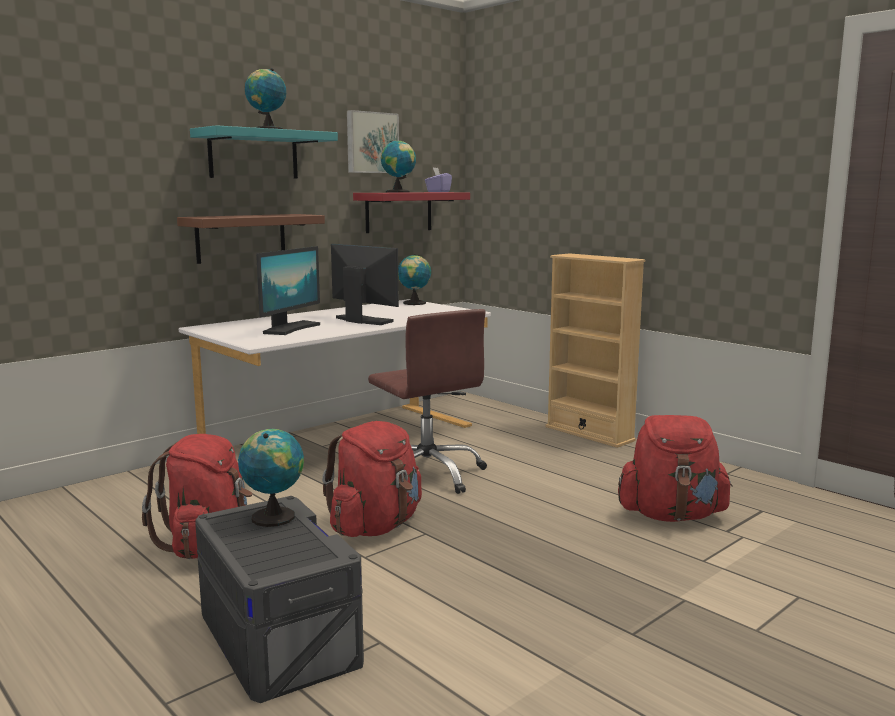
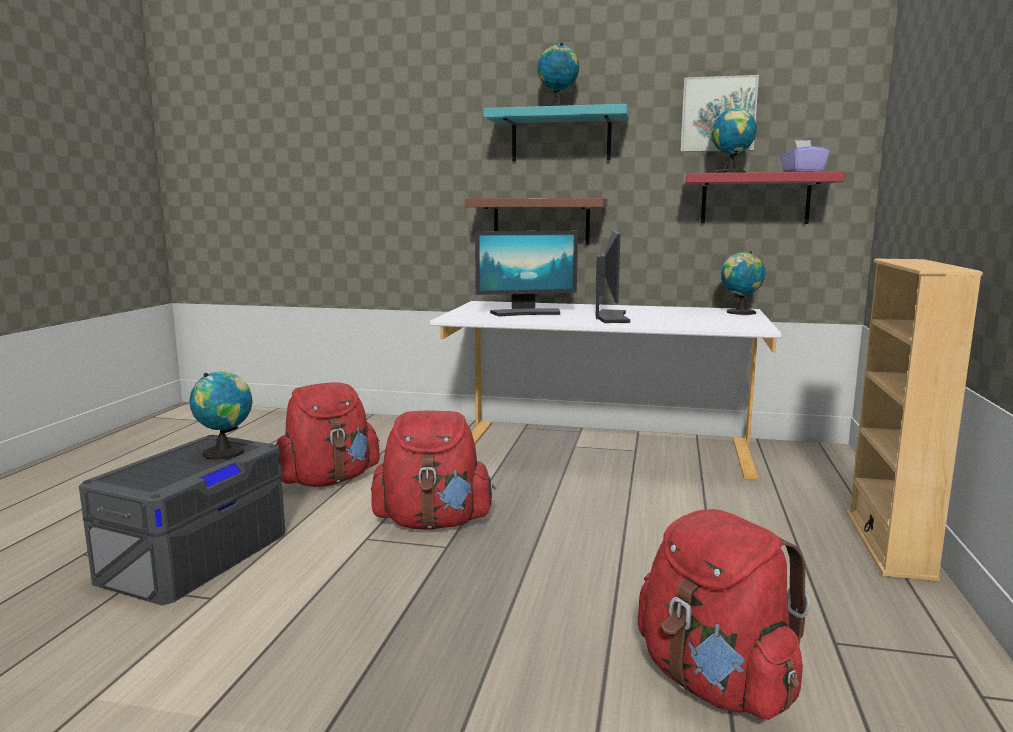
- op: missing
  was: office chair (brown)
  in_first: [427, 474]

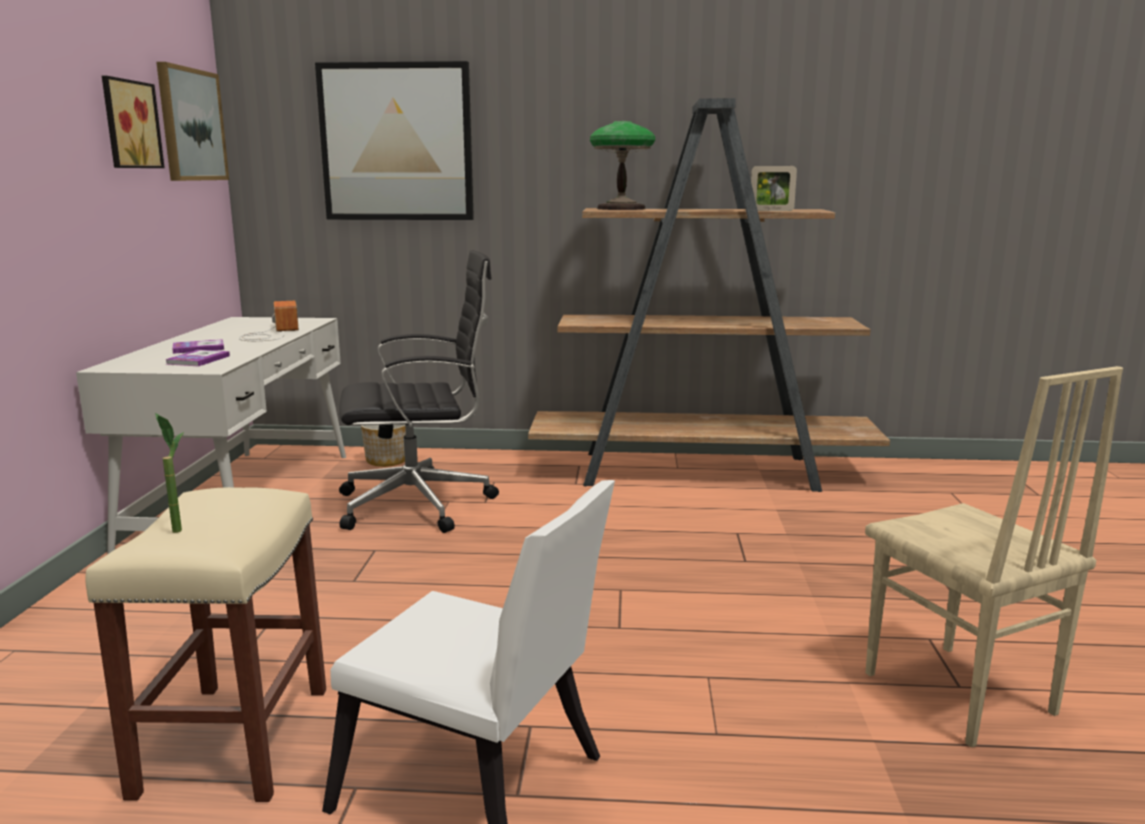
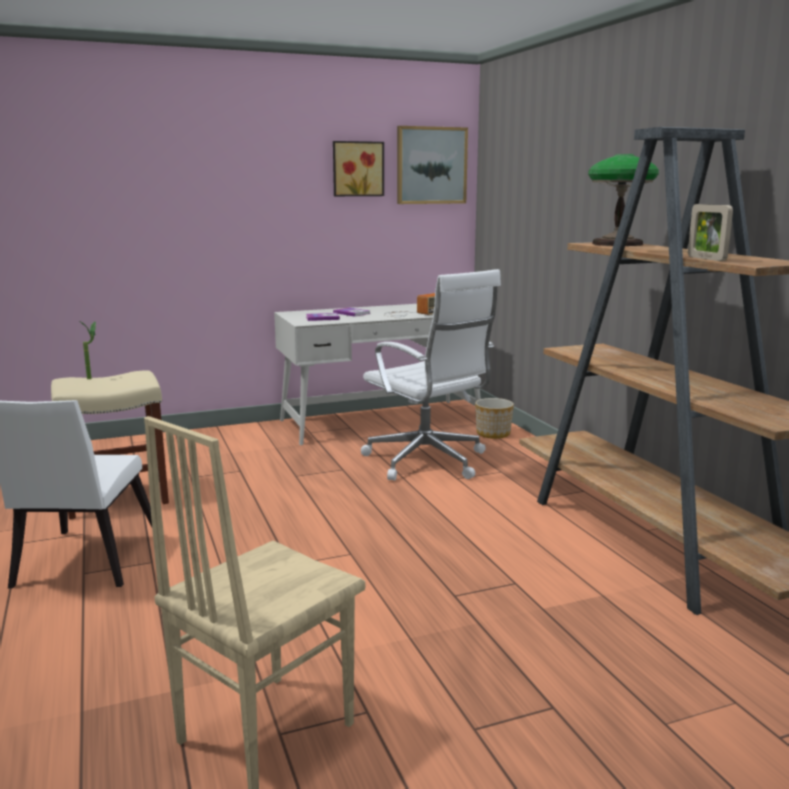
- op: missing
  was: picture
  in_first: [397, 142]
- op: colour
  was: office chair (black)
  now: office chair (white)
  in_first: [420, 504]
  in_second: [428, 462]

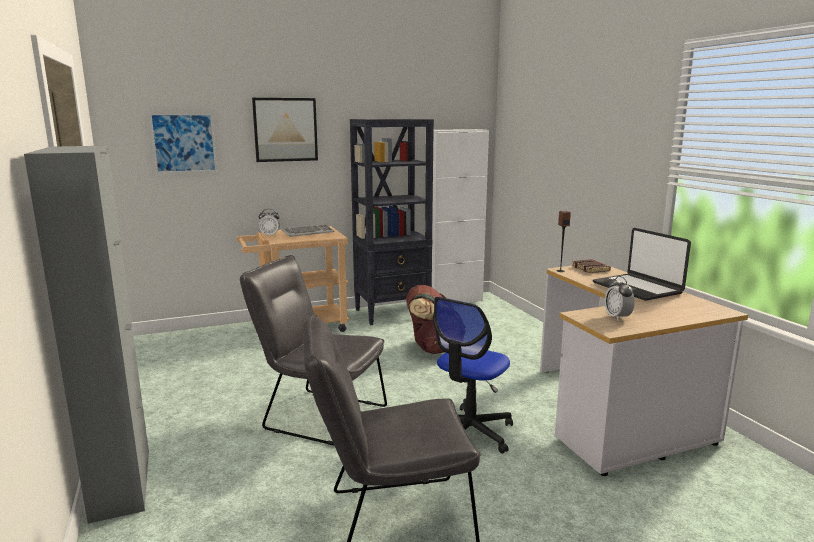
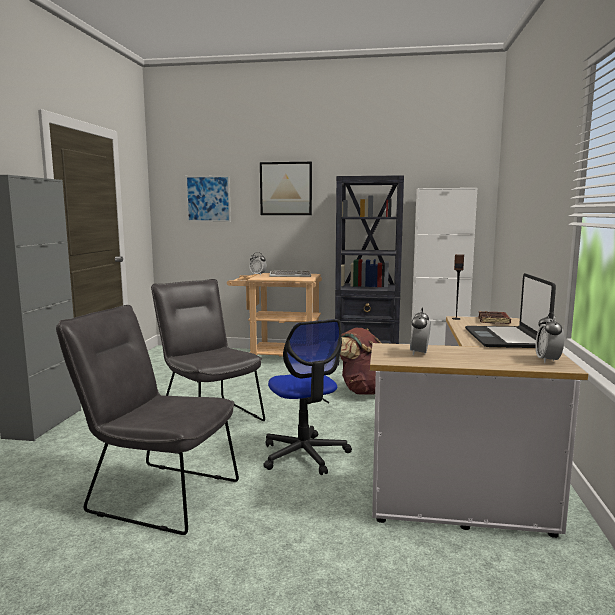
- op: spun
  was: office chair
  in_first: [468, 432]
  in_second: [304, 455]
  clockwise: -90
- op: appeared
  now: alarm clock
  in_second: [547, 360]

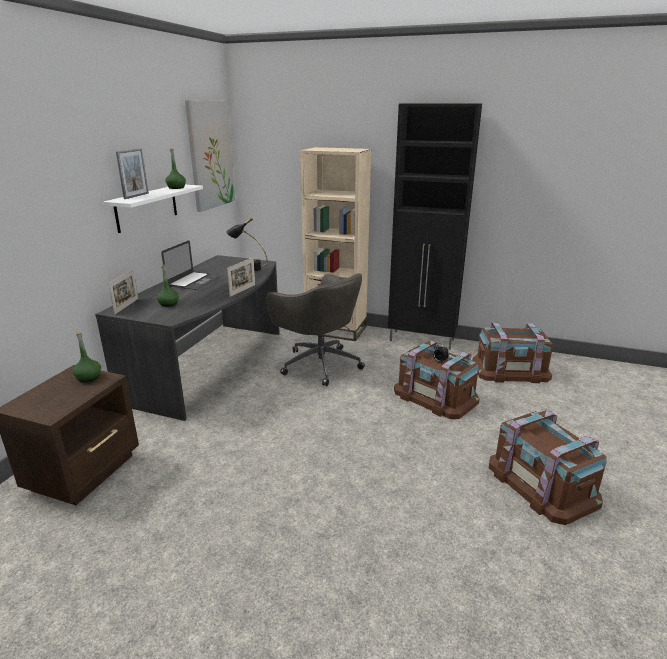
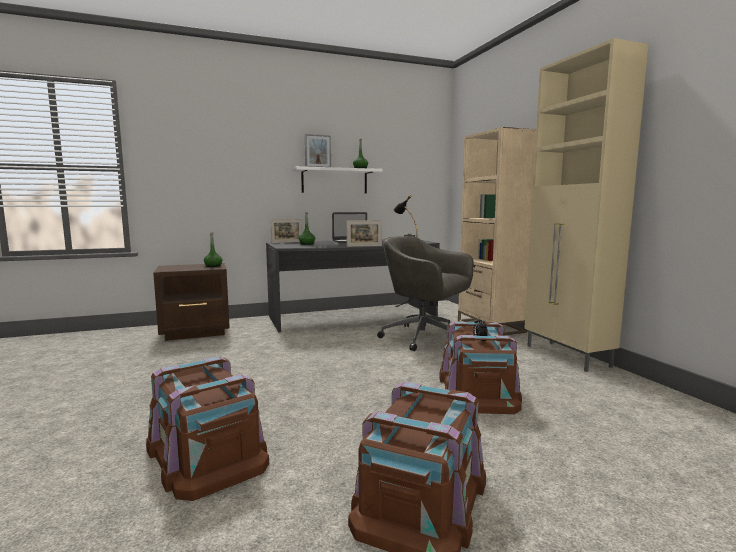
- op: missing
  was: picture
  in_first: [210, 155]
- op: spun
  was: office chair (grey)
  in_first: [319, 364]
  in_second: [425, 338]
  clockwise: 120
- op: colour
  was: cabinet (black)
  now: cabinet (beige)
  in_first: [422, 340]
  in_second: [567, 356]
- op: relocated
  was: storage box (brown)
  in_first: [510, 370]
  in_second: [205, 453]

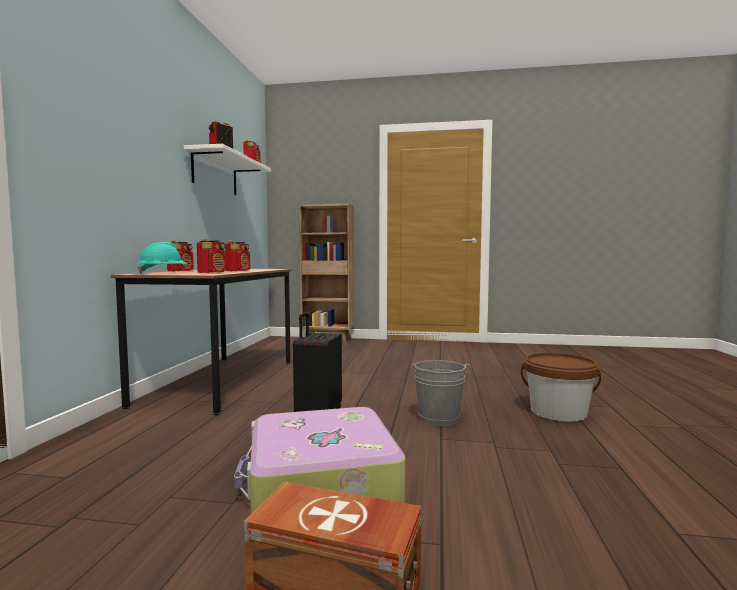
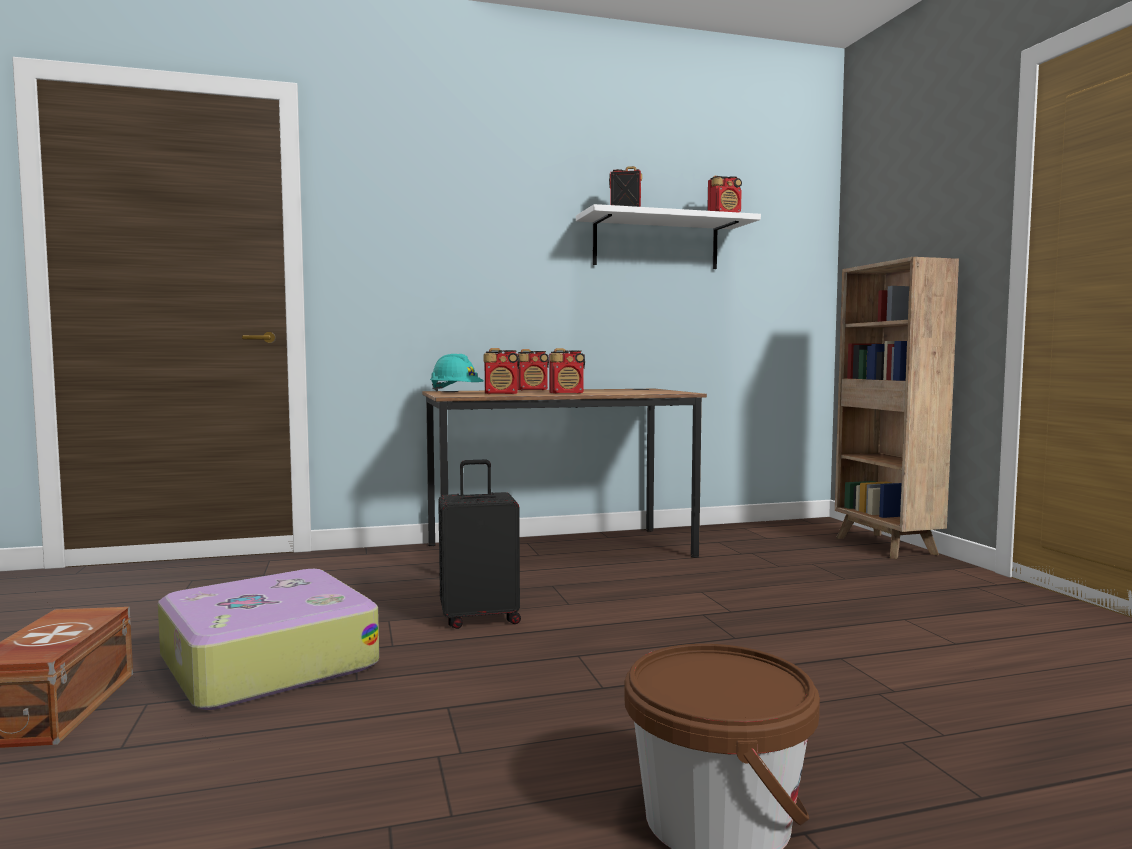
- op: missing
  was: bucket (grey)
  in_first: [438, 418]

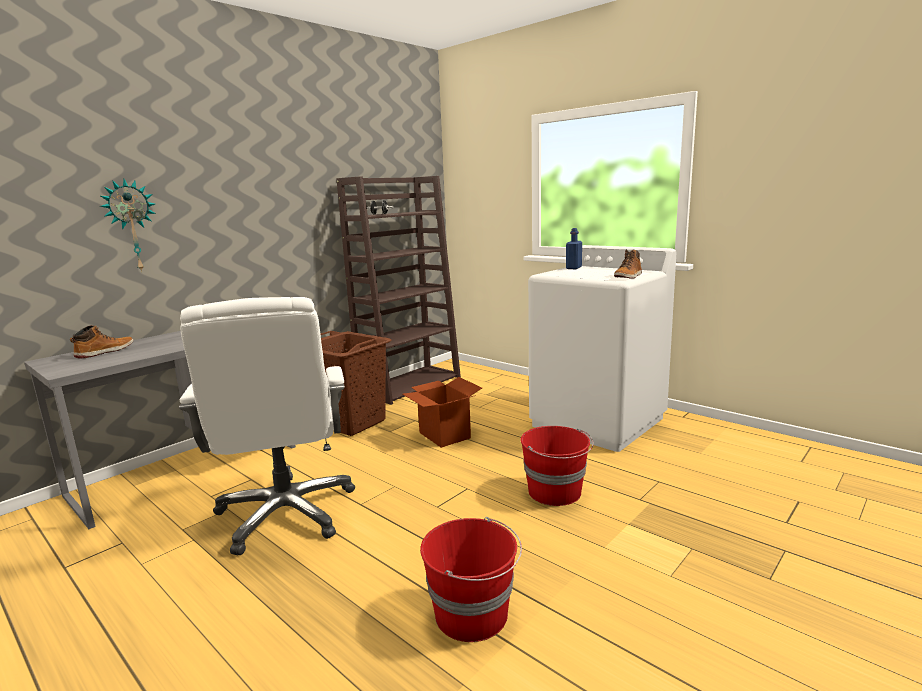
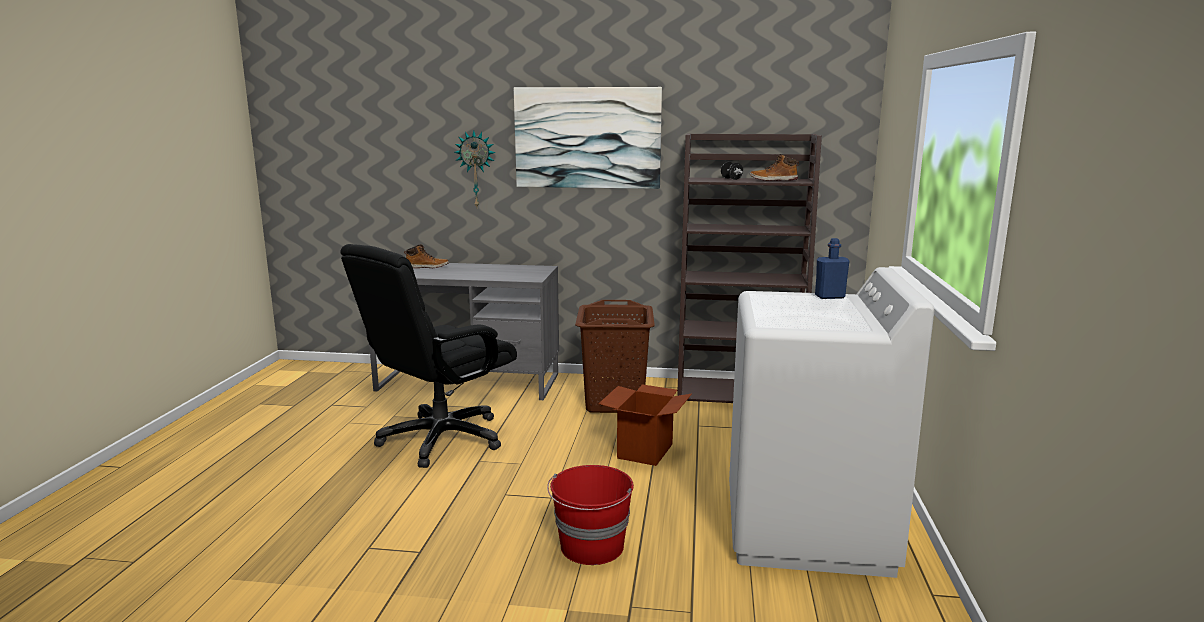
- op: colour
  was: office chair (white)
  now: office chair (black)
  in_first: [286, 513]
  in_second: [441, 439]
- op: missing
  was: bucket (red)
  in_first: [473, 614]
- op: relocated
  was: boot
  in_first: [628, 277]
  in_second: [773, 180]
- op: appeared
  now: picture
  in_second: [587, 138]

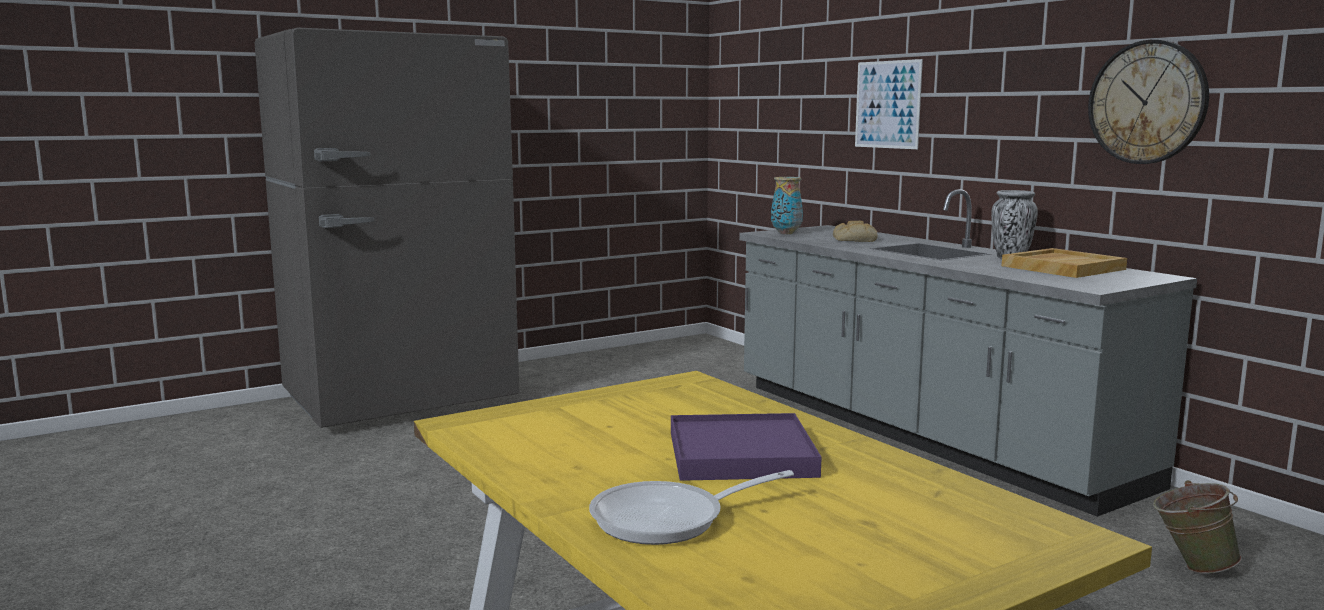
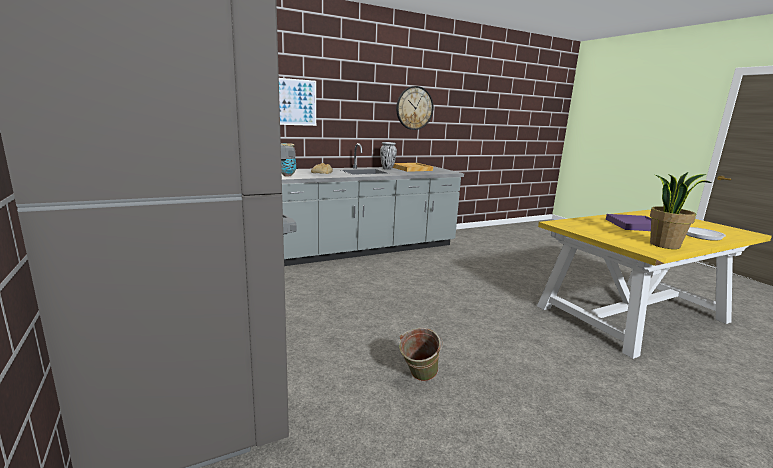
- op: relocated
  was: bucket (green)
  in_first: [1190, 567]
  in_second: [418, 379]
- op: appeared
  now: potted plant
  in_second: [664, 245]

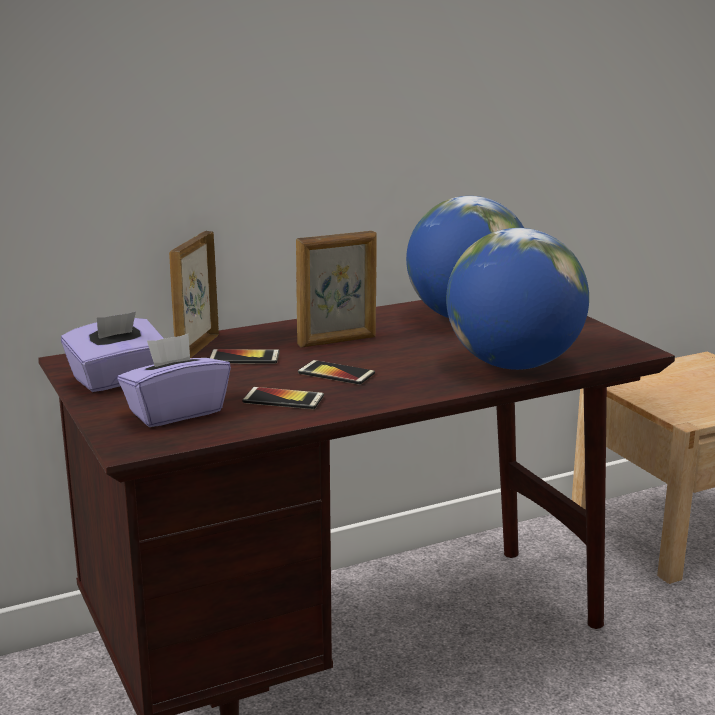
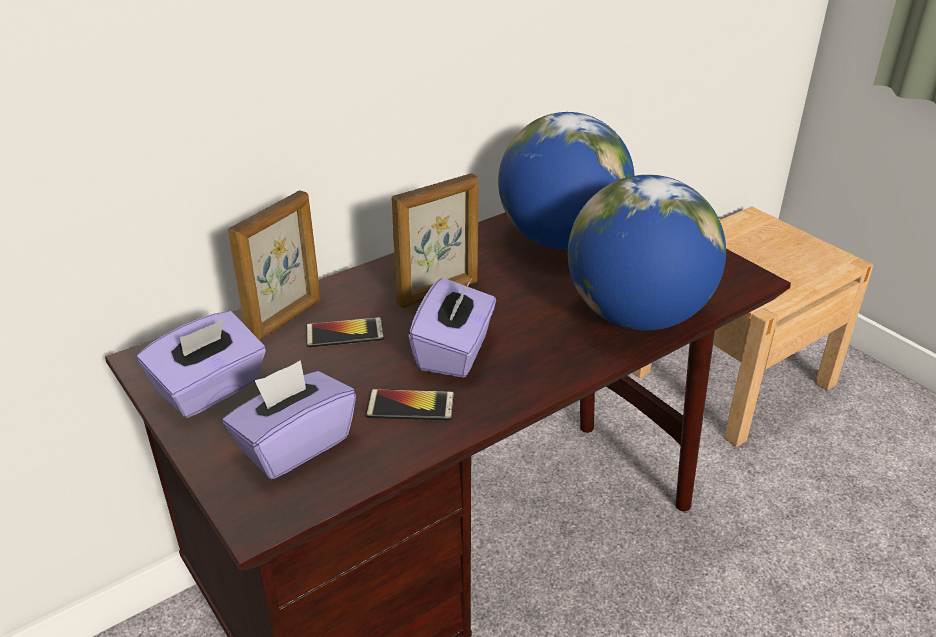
- op: spun
  was: picture frame
  in_first: [197, 347]
  in_second: [286, 319]
  clockwise: -150
- op: exchanged
  was: phone
  now: tissue box (purple)
  in_first: [336, 373]
  in_second: [455, 352]

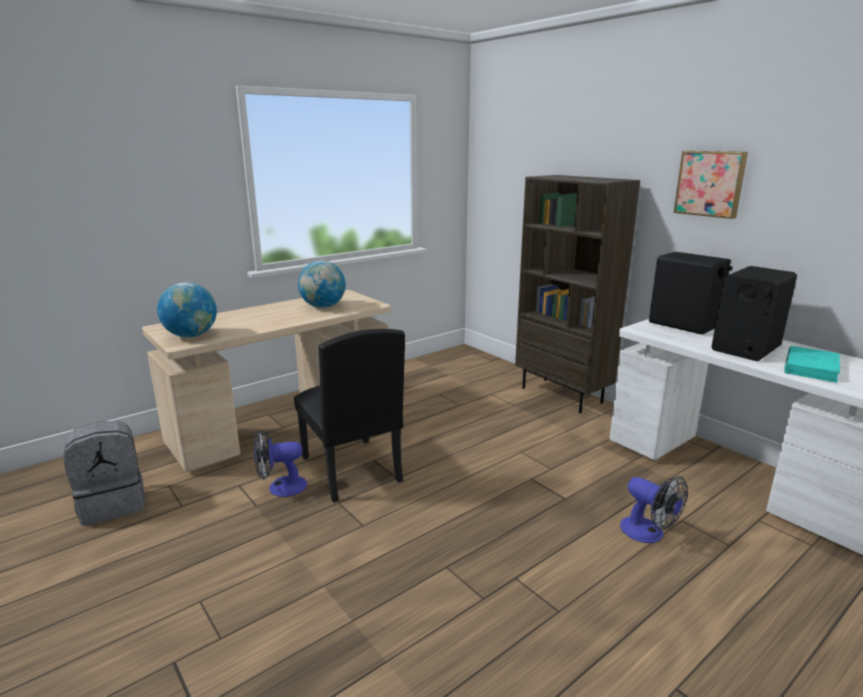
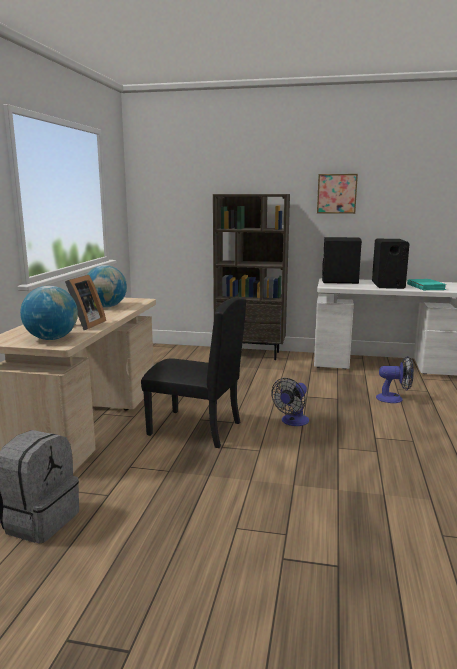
- op: relocated
  was: fan
  in_first: [280, 487]
  in_second: [292, 422]
- op: appeared
  now: picture frame
  in_second: [83, 325]

